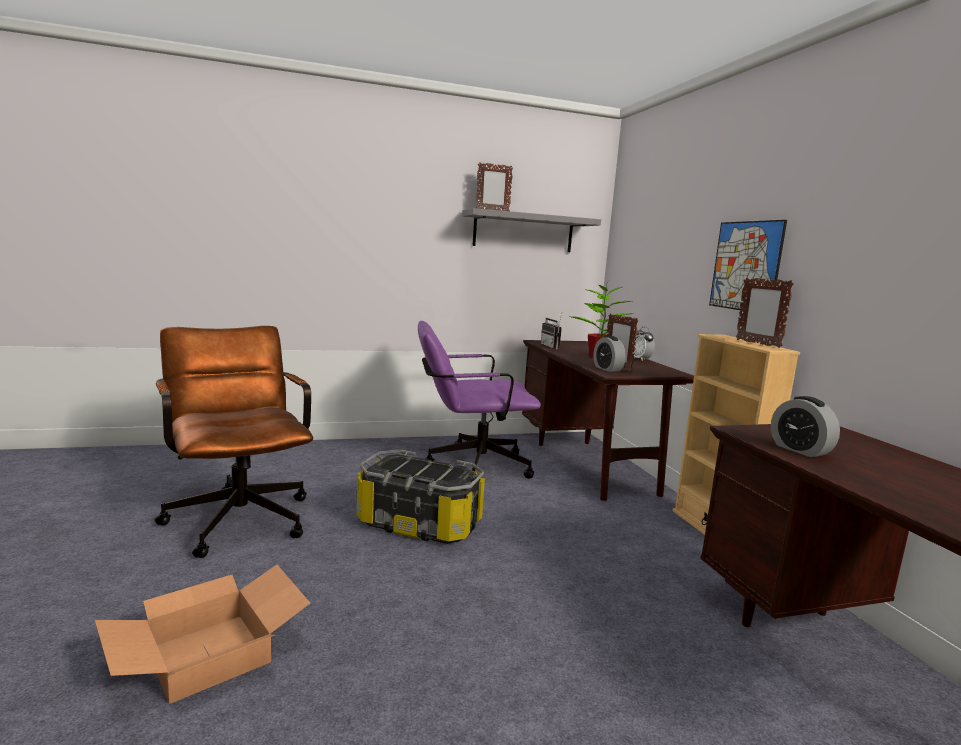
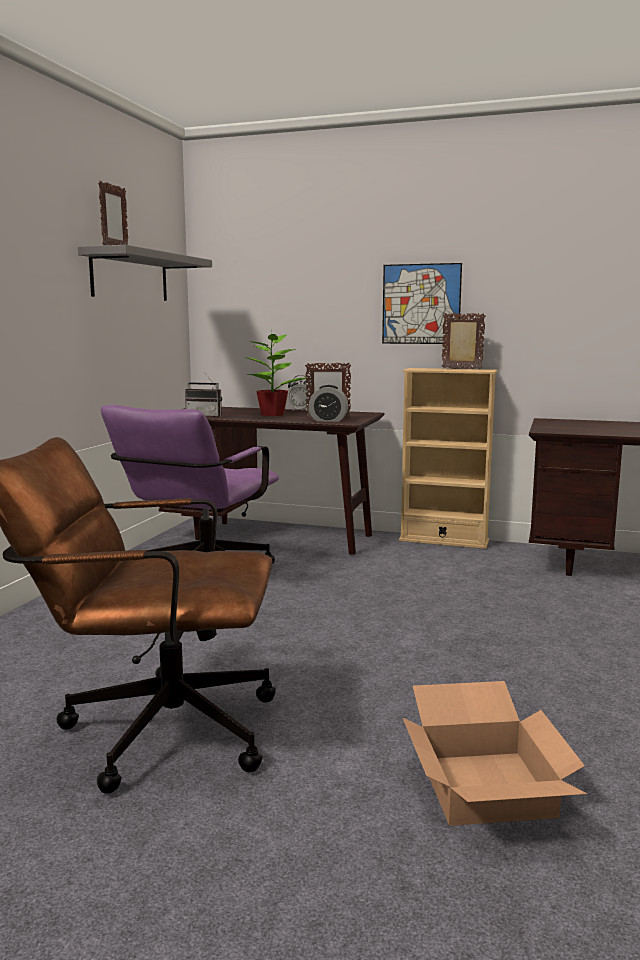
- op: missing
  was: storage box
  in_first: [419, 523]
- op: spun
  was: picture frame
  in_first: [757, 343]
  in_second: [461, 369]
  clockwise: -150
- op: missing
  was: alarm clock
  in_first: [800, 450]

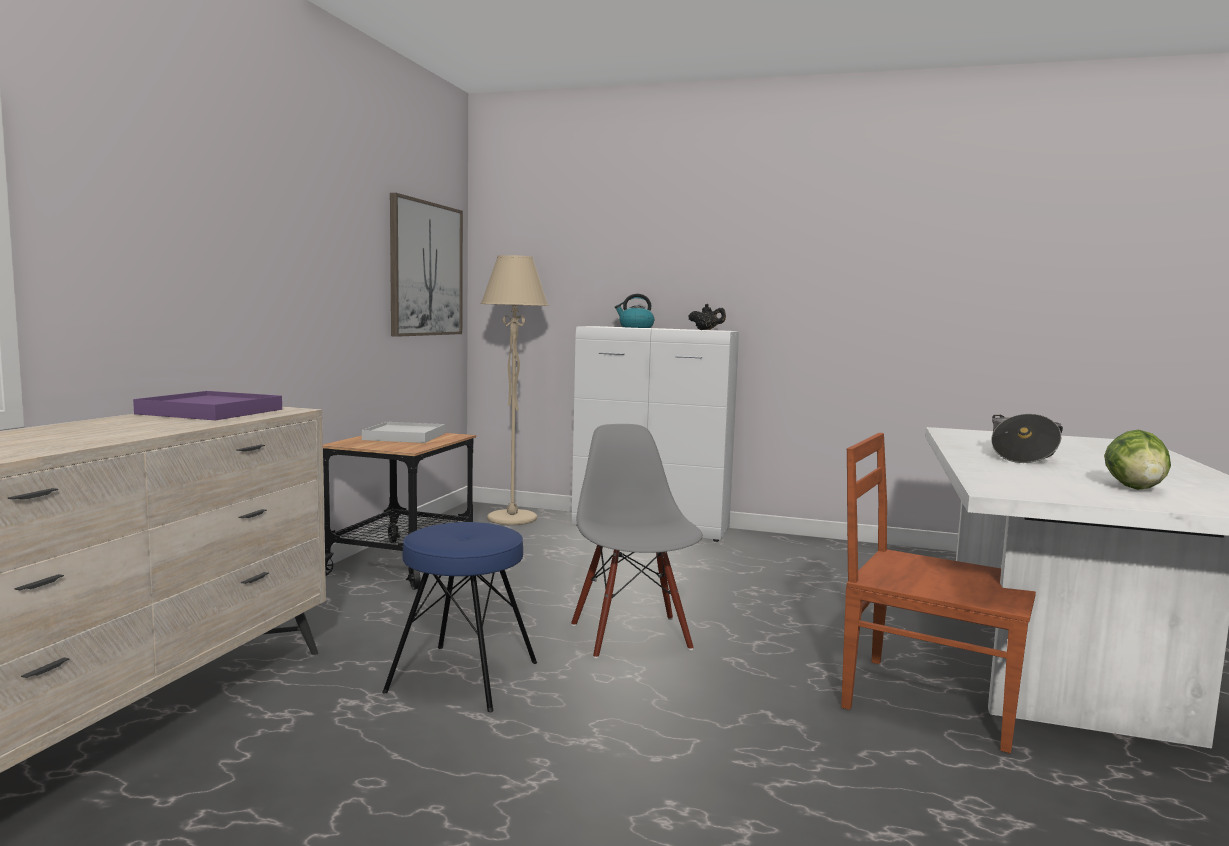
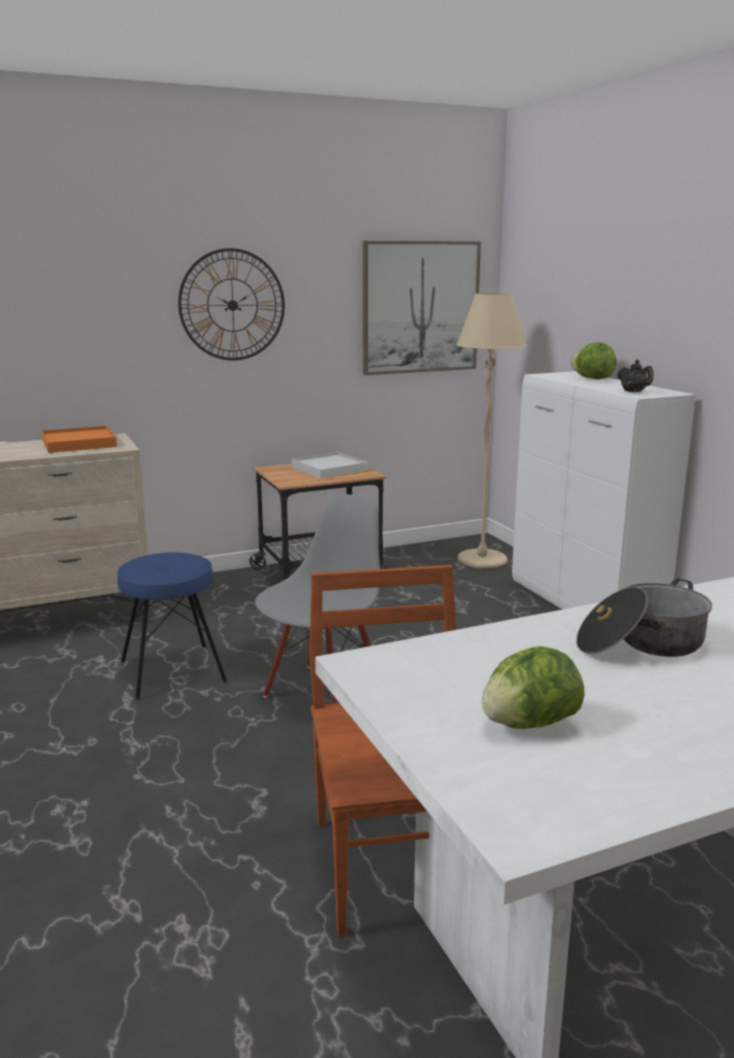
- op: colour
  was: tray (purple)
  now: tray (orange)
  in_first: [210, 412]
  in_second: [78, 443]
- op: exchanged
  was: kettle
  now: lettuce
  in_first: [635, 327]
  in_second: [592, 378]
- op: appeared
  now: wall clock
  in_second: [232, 305]

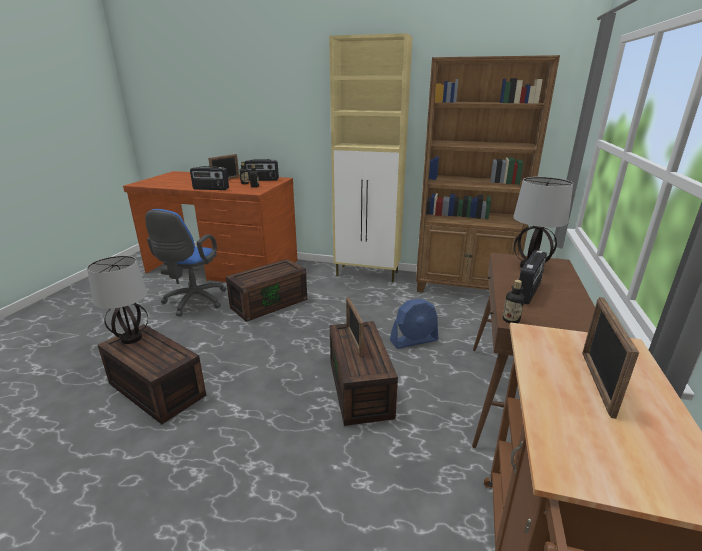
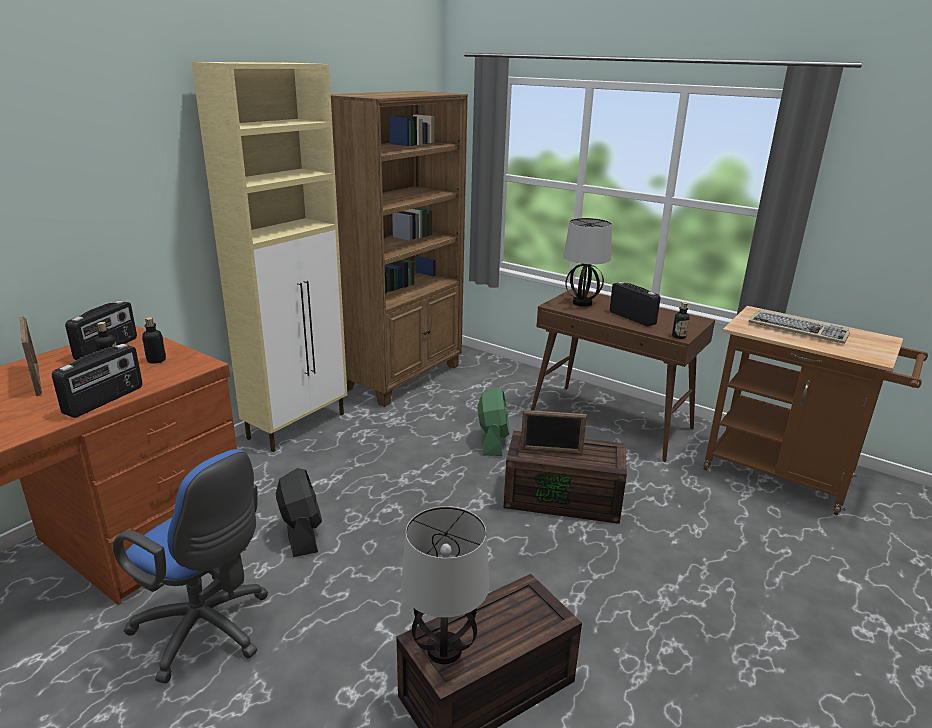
- op: exchanged
  was: storage box (brown)
  now: fan (black)
  in_first: [269, 303]
  in_second: [301, 533]
- op: colour
  was: fan (blue)
  now: fan (green)
  in_first: [414, 340]
  in_second: [492, 441]
- op: exchanged
  was: picture frame
  now: keyboard
  in_first: [597, 382]
  in_second: [798, 329]

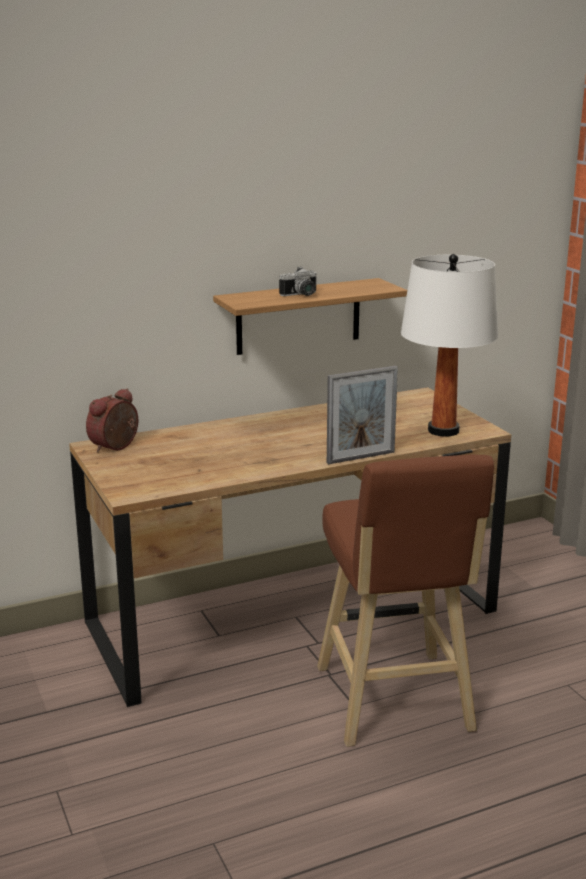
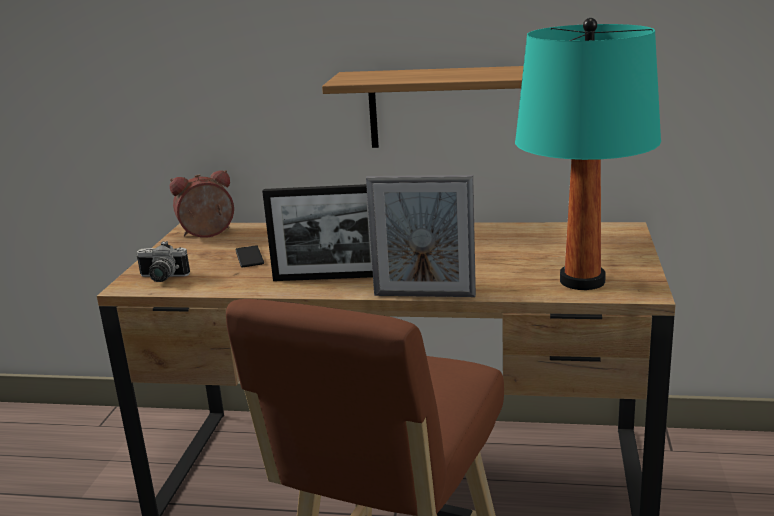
- op: relocated
  was: photo camera
  in_first: [301, 295]
  in_second: [161, 278]
- op: colour
  was: table lamp (white)
  now: table lamp (turquoise)
  in_first: [443, 431]
  in_second: [582, 281]
- op: appeared
  now: phone
  in_second: [249, 257]
- op: appeared
  now: picture frame
  in_second: [330, 277]

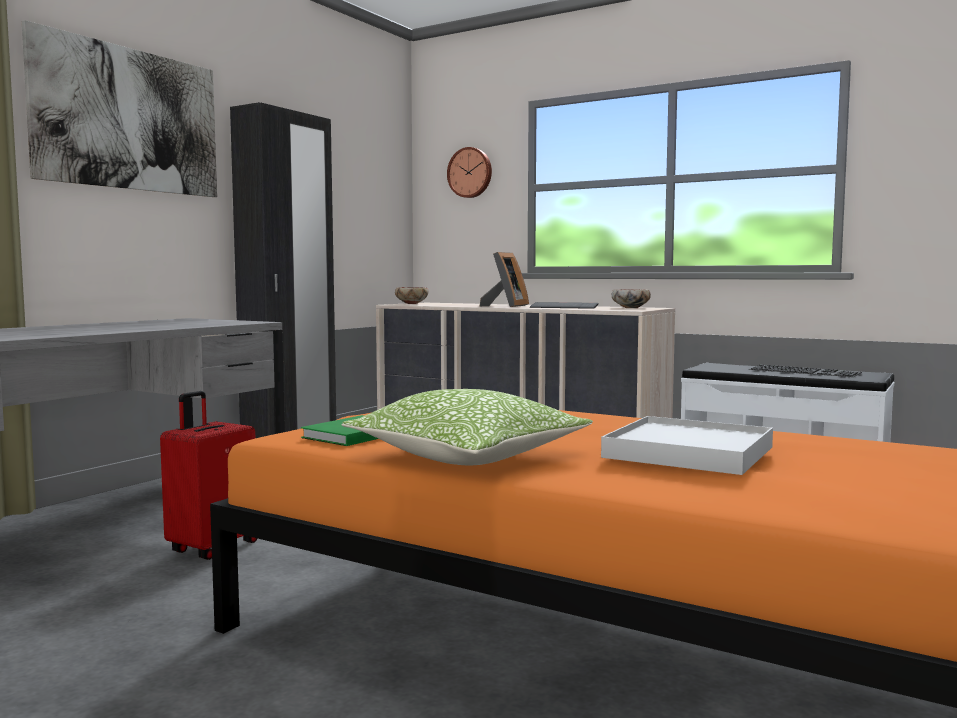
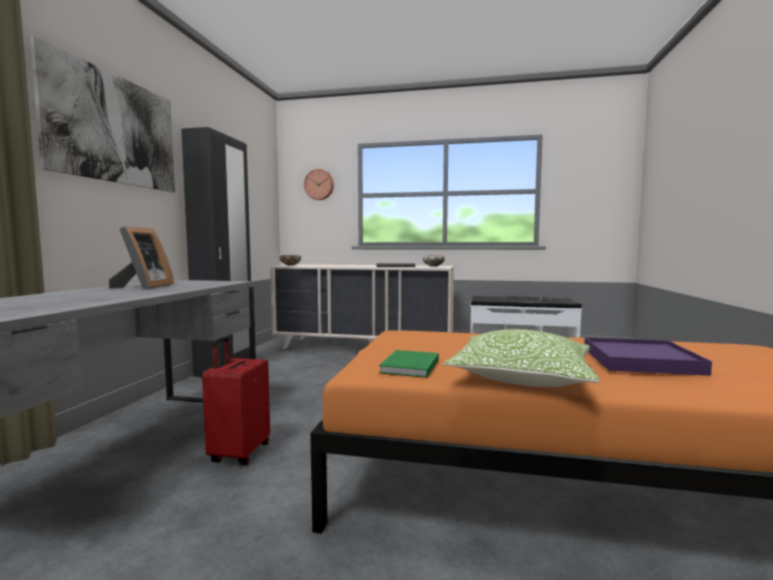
- op: relocated
  was: picture frame
  in_first: [505, 306]
  in_second: [143, 287]
- op: colour
  was: tray (white)
  now: tray (purple)
  in_first: [689, 452]
  in_second: [640, 360]

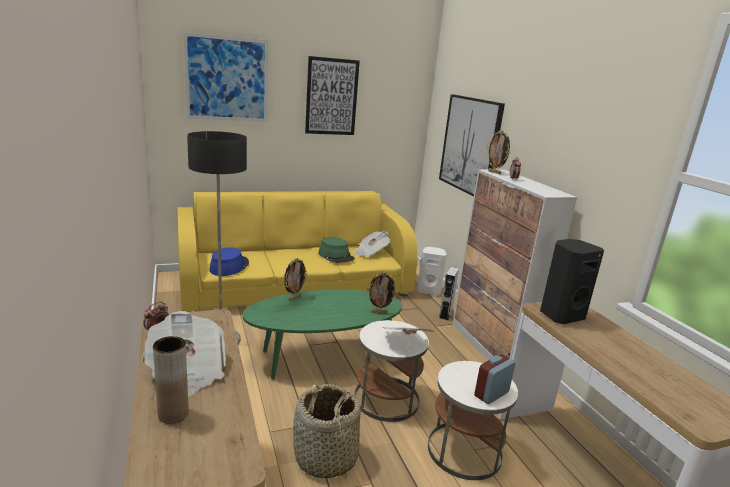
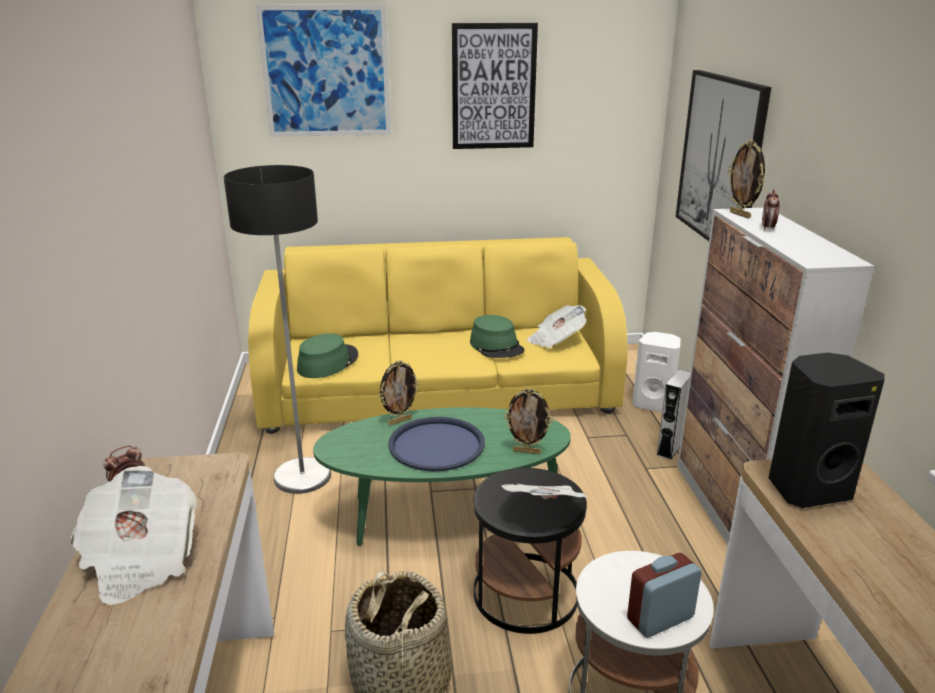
- op: missing
  was: vase (brown)
  in_first: [173, 414]
- op: colour
  was: hat (blue)
  now: hat (green)
  in_first: [229, 266]
  in_second: [327, 362]
- op: colour
  was: side table (white)
  now: side table (black)
  in_first: [386, 399]
  in_second: [526, 593]
- op: appeared
  now: tray (blue)
  in_second: [436, 445]

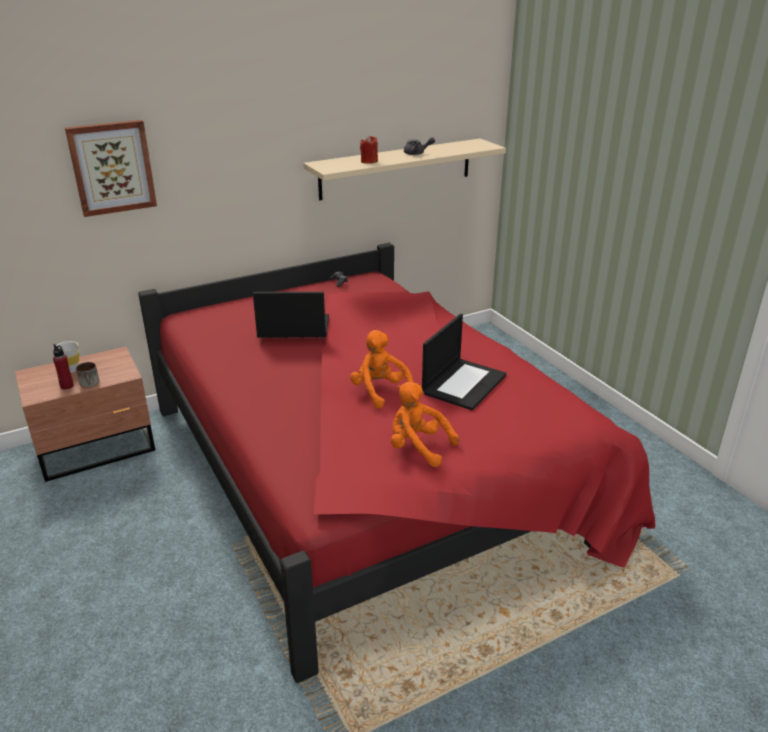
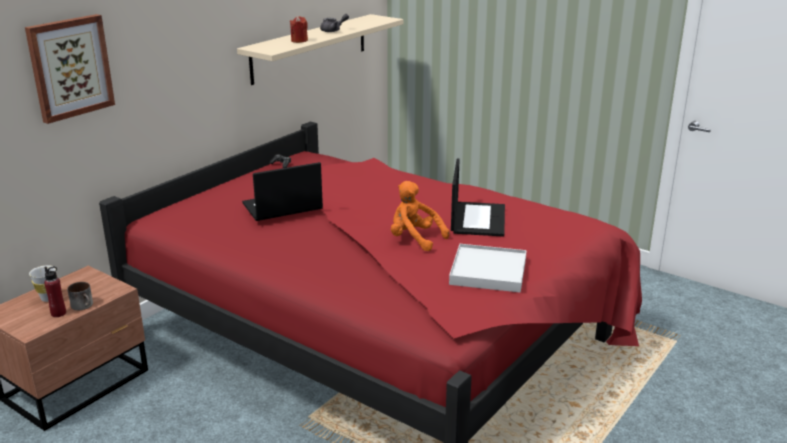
- op: exchanged
  was: plush toy (orange)
  now: tray (white)
  in_first: [418, 447]
  in_second: [488, 271]

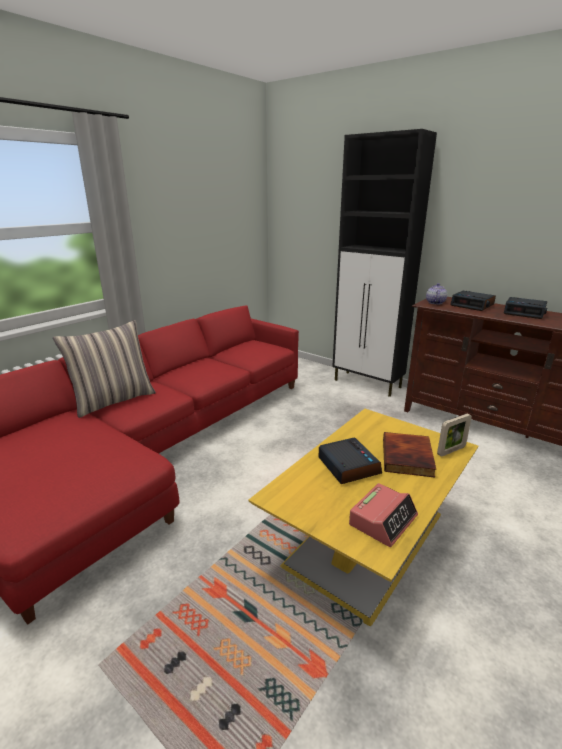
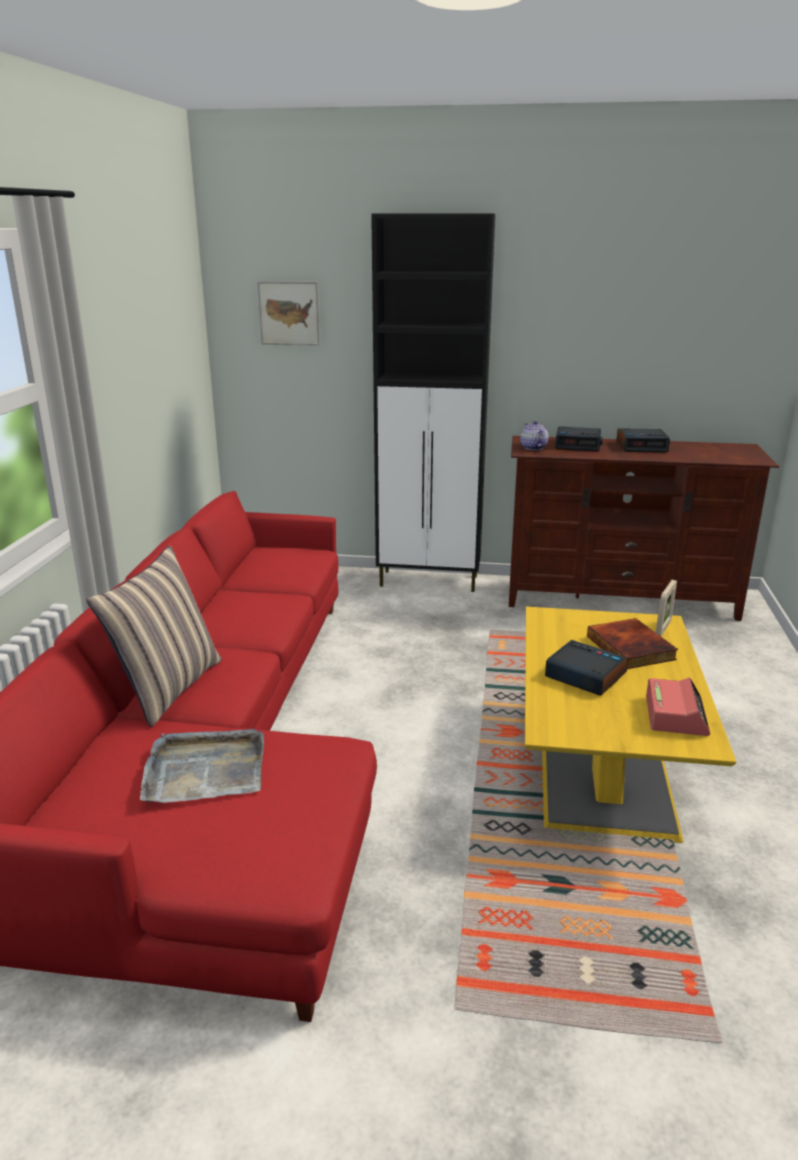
- op: appeared
  now: tray (grey)
  in_second: [205, 770]
- op: appeared
  now: picture
  in_second: [289, 313]

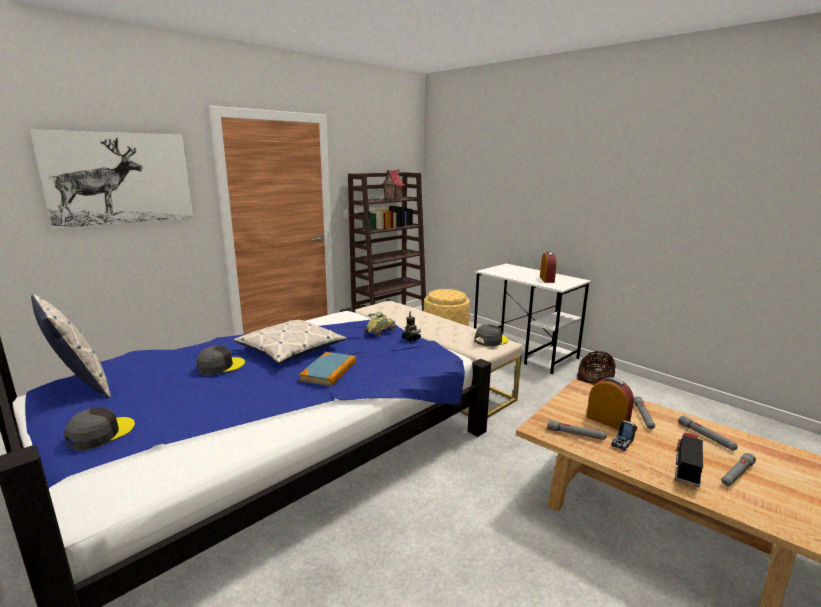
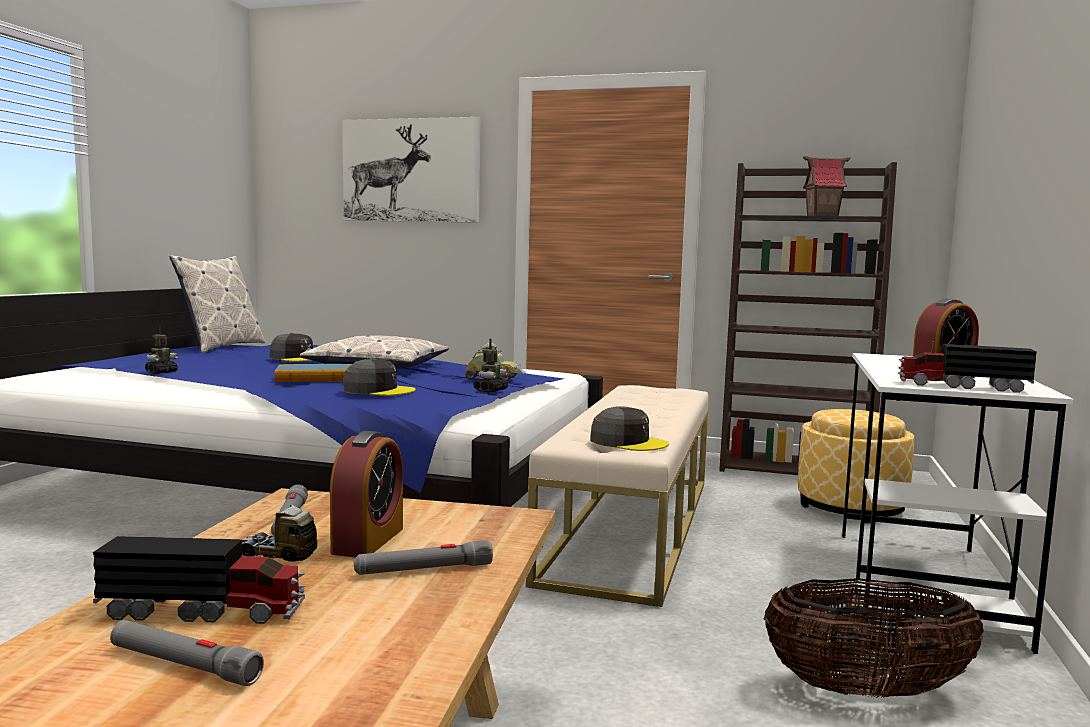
- op: relocated
  was: cap (grey)
  in_first: [100, 433]
  in_second: [378, 390]
- op: missing
  was: flashlight (grey)
  in_first: [706, 437]
- op: appeared
  now: toy robot
  in_second: [161, 372]
- op: appeared
  now: toy truck
  in_second: [961, 386]

